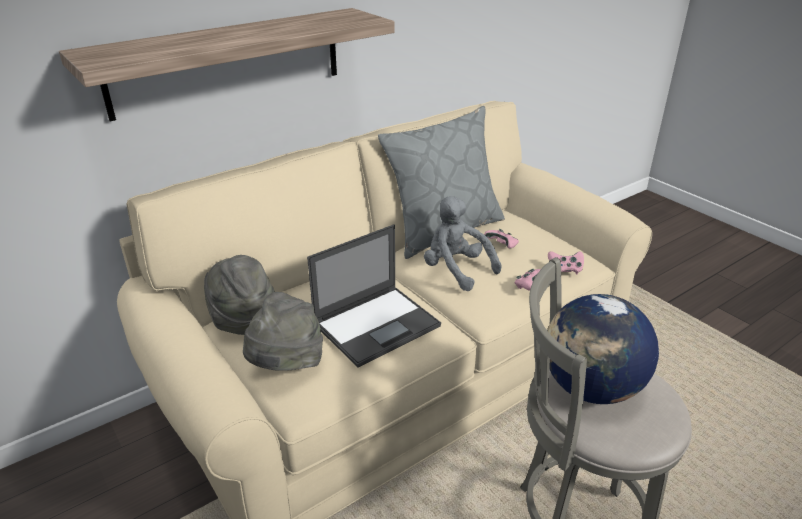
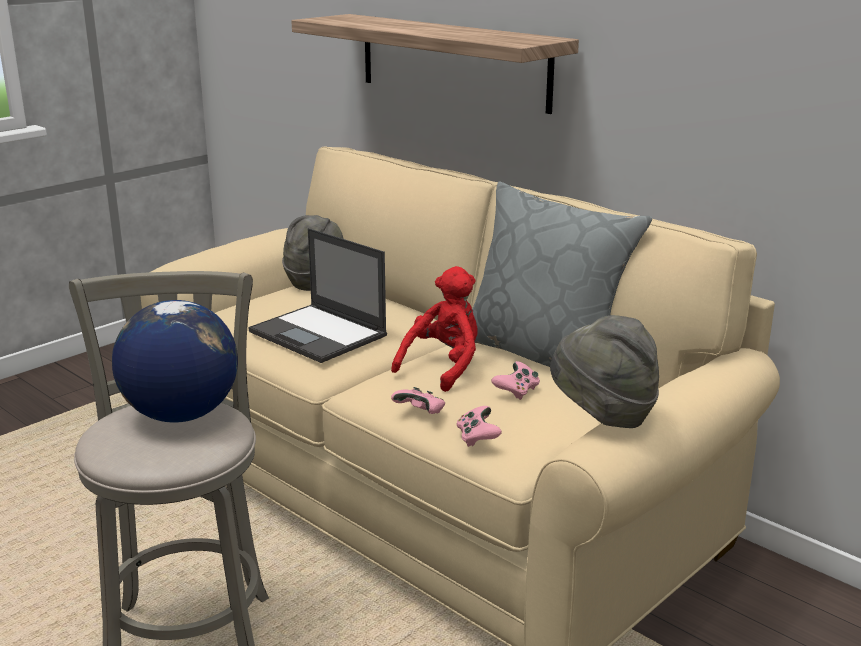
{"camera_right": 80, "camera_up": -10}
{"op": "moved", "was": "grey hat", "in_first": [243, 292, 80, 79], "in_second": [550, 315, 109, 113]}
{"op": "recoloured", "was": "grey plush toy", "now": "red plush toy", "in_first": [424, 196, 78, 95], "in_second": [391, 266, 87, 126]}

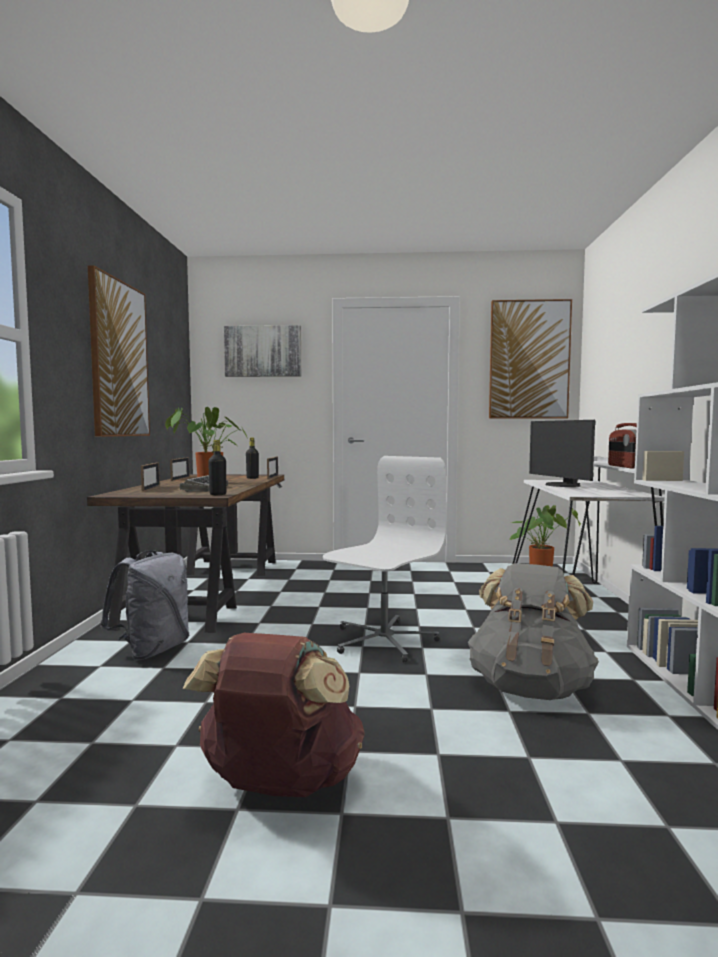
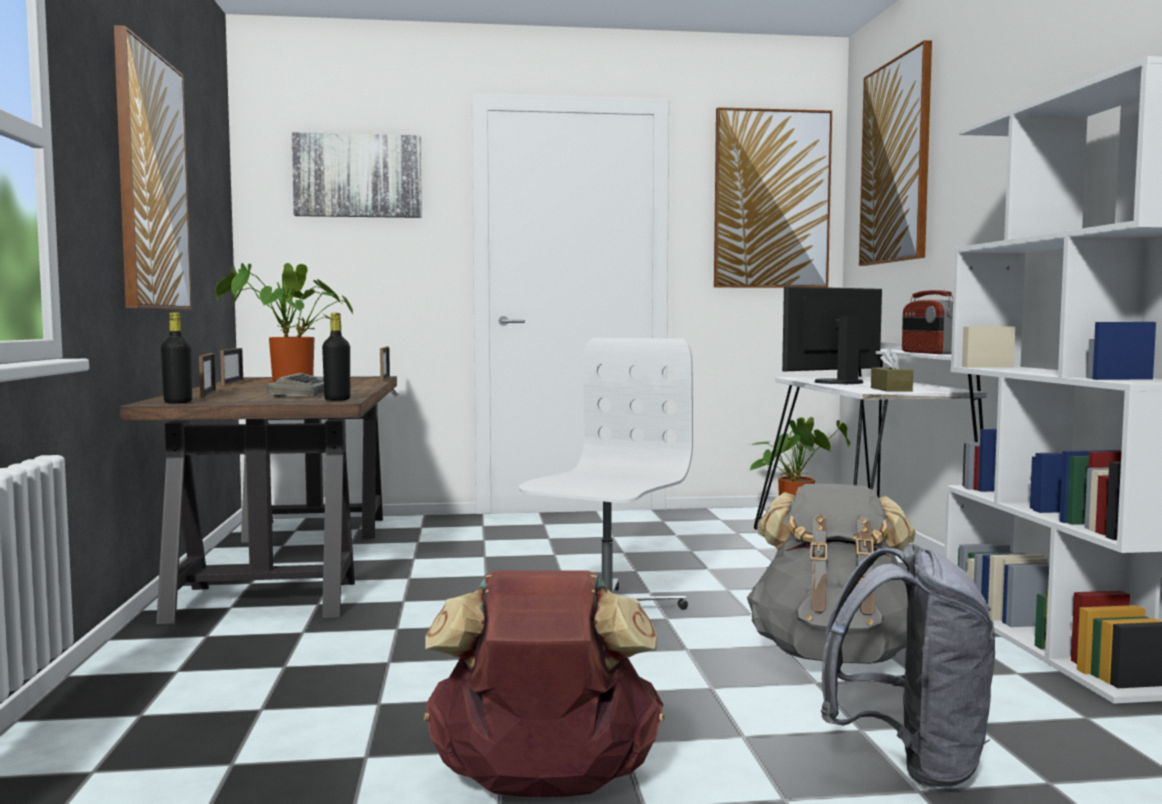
{"camera_right": -10, "camera_up": 0}
{"op": "moved", "was": "grey backpack", "in_first": [100, 550, 89, 110], "in_second": [821, 545, 174, 244]}
{"op": "moved", "was": "black bottle", "in_first": [246, 437, 13, 42], "in_second": [161, 312, 31, 92]}
{"op": "turned", "was": "monitor", "in_first": [529, 420, 66, 67], "in_second": [782, 287, 100, 97], "clockwise": 90}
{"op": "added", "now": "picture", "in_second": [859, 40, 73, 226]}
{"op": "added", "now": "brown tissue box", "in_second": [871, 348, 42, 44]}

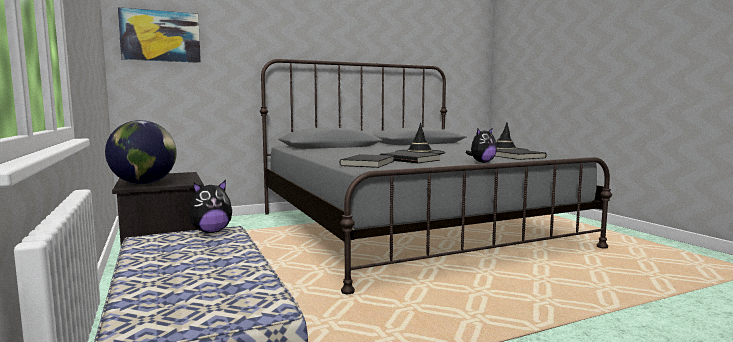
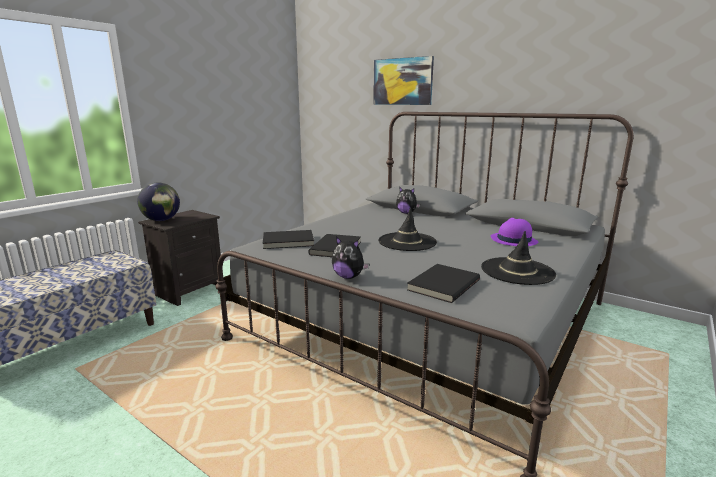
{"camera_right": 60, "camera_up": 10}
{"op": "moved", "was": "picture", "in_first": [118, 7, 83, 56], "in_second": [373, 56, 61, 49]}
{"op": "moved", "was": "plush toy", "in_first": [189, 180, 43, 53], "in_second": [396, 187, 24, 27]}
{"op": "added", "now": "purple hat", "in_second": [490, 218, 48, 28]}

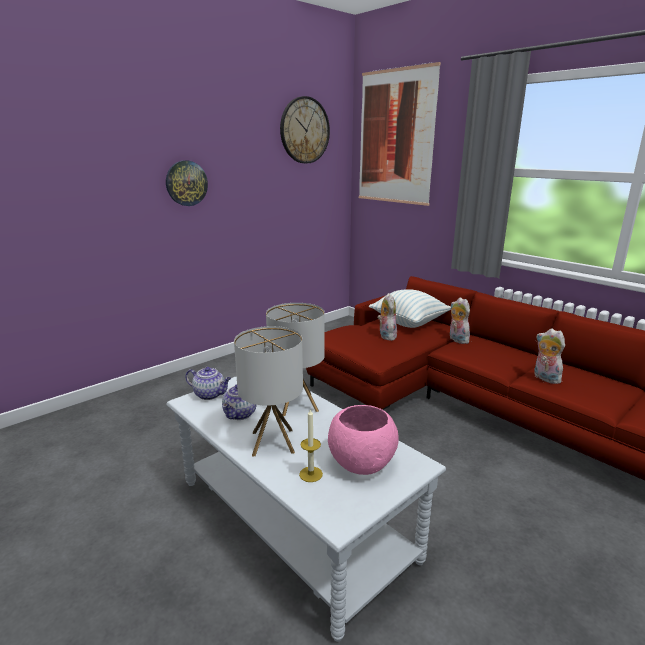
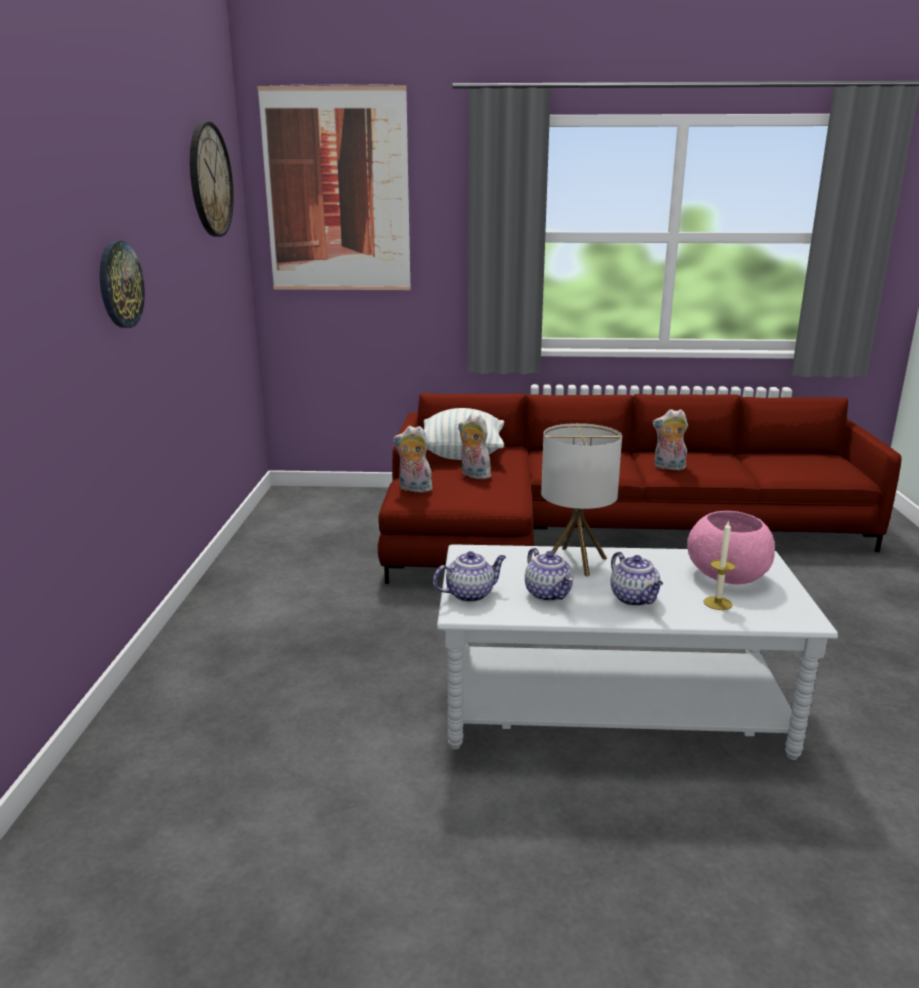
{"camera_right": -45, "camera_up": 0}
{"op": "replaced", "was": "table lamp", "now": "teapot", "in_first": [234, 326, 69, 131], "in_second": [611, 552, 52, 54]}
{"op": "moved", "was": "plush toy", "in_first": [450, 297, 20, 47], "in_second": [393, 426, 40, 67]}

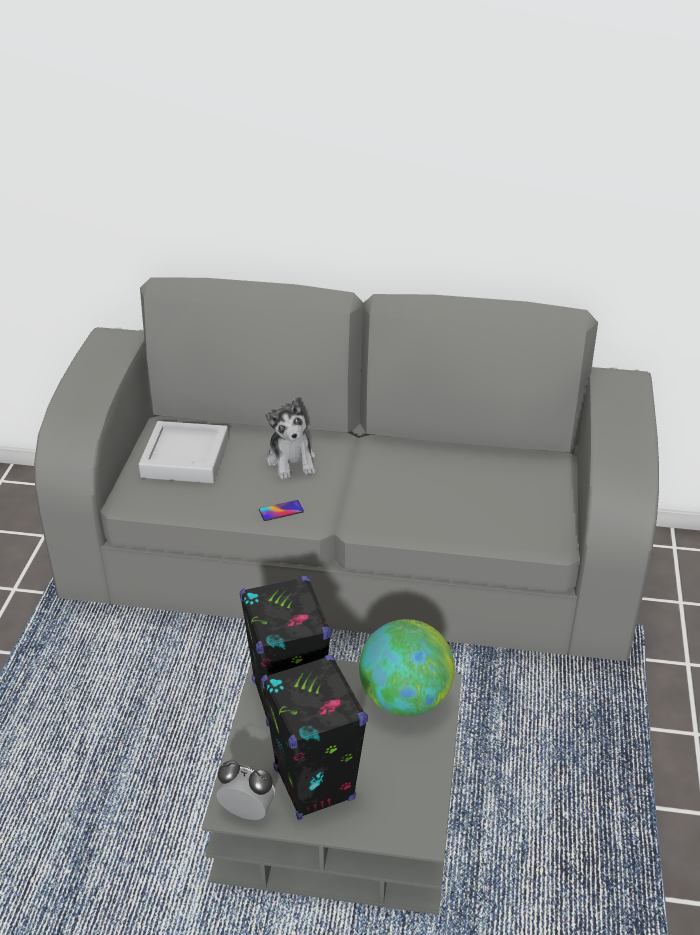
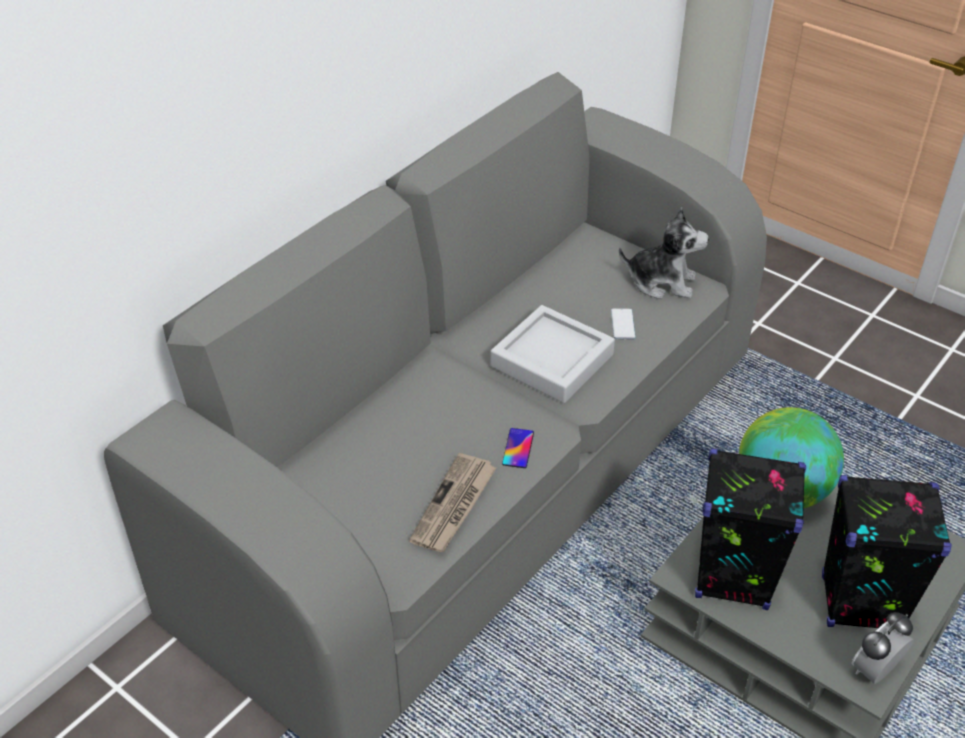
{"camera_right": -60, "camera_up": 5}
{"op": "moved", "was": "grey tray", "in_first": [139, 421, 90, 62], "in_second": [490, 305, 125, 98]}
{"op": "moved", "was": "plush toy", "in_first": [265, 399, 50, 80], "in_second": [619, 207, 90, 92]}
{"op": "added", "now": "newspaper", "in_second": [409, 453, 87, 99]}
{"op": "added", "now": "phone", "in_second": [611, 308, 25, 31]}

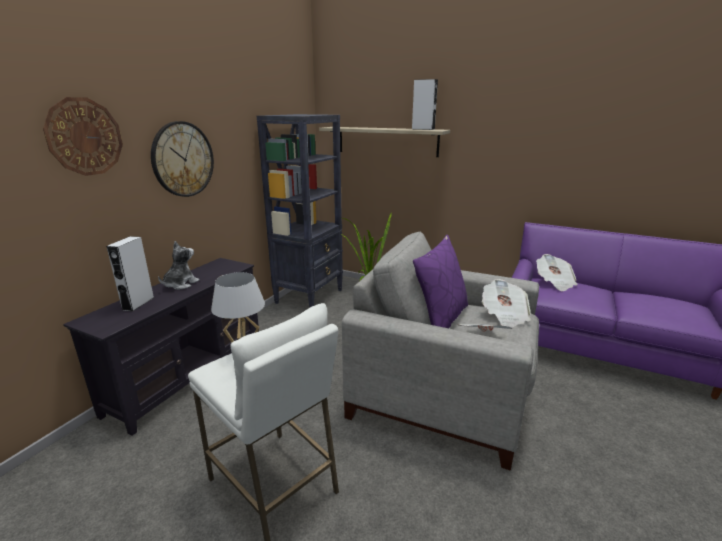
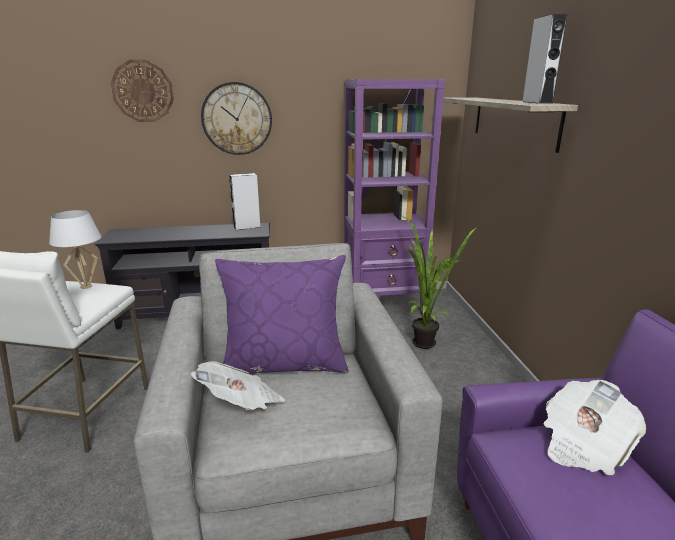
{"camera_right": 55, "camera_up": 0}
{"op": "moved", "was": "grey speaker", "in_first": [106, 236, 48, 76], "in_second": [229, 173, 32, 57]}
{"op": "removed", "was": "plush toy", "in_first": [158, 241, 41, 49]}
{"op": "recoloured", "was": "black bookcase", "now": "purple bookcase", "in_first": [257, 114, 86, 194], "in_second": [344, 79, 101, 236]}
{"op": "removed", "was": "newspaper", "in_first": [482, 279, 49, 49]}

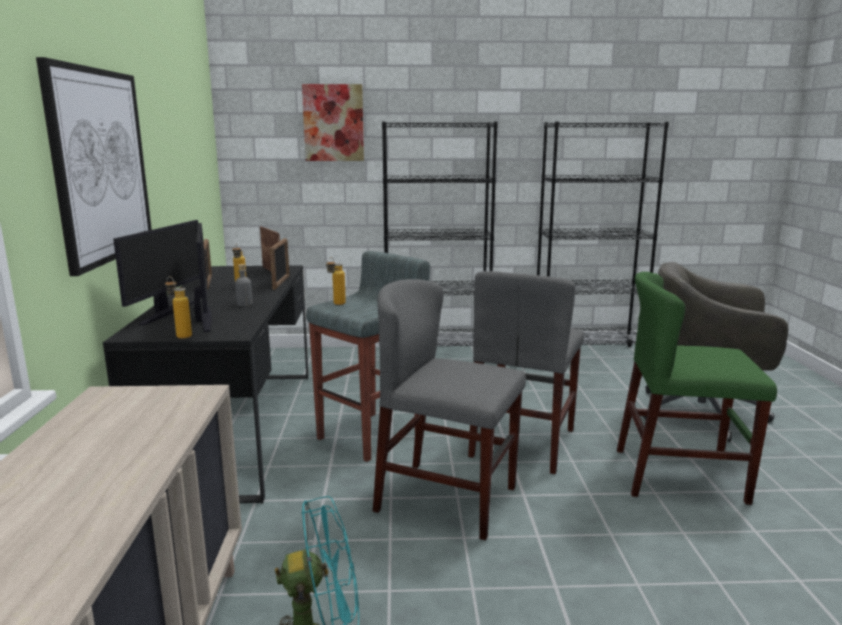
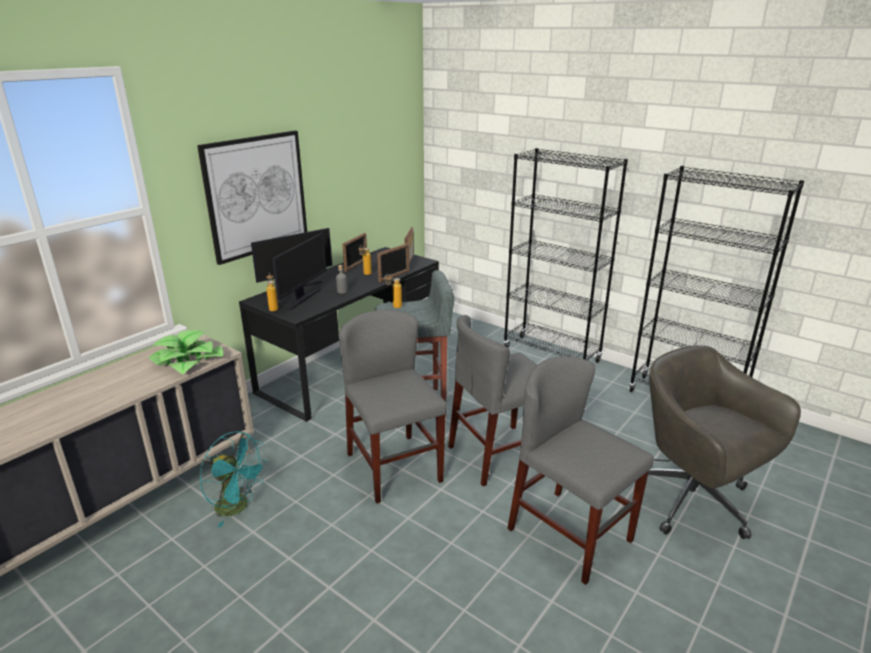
{"camera_right": 40, "camera_up": 10}
{"op": "removed", "was": "picture", "in_first": [302, 84, 62, 77]}
{"op": "recoloured", "was": "green chair", "now": "grey chair", "in_first": [617, 272, 160, 233], "in_second": [507, 356, 147, 229]}
{"op": "added", "now": "potted plant", "in_second": [148, 330, 75, 44]}

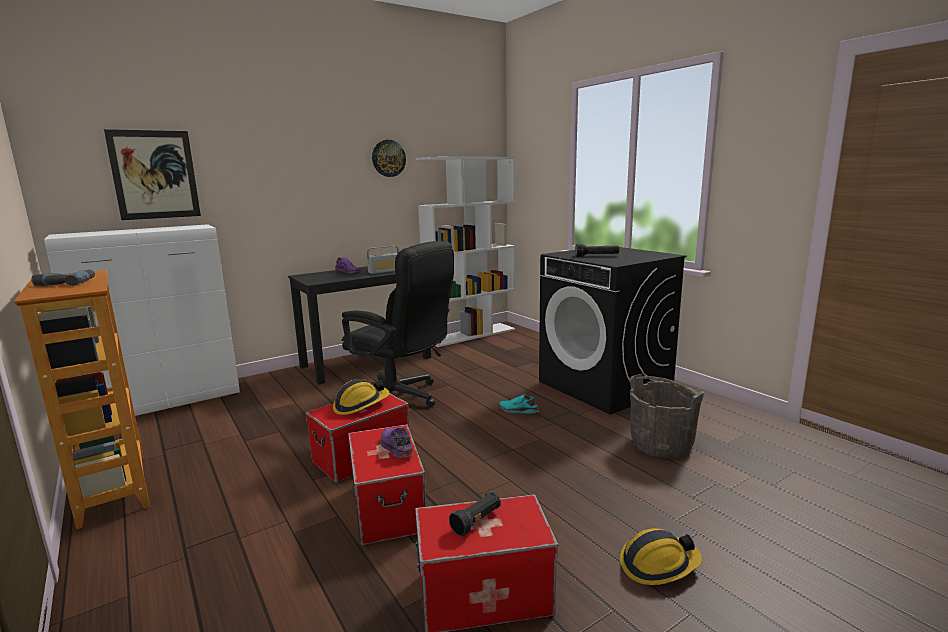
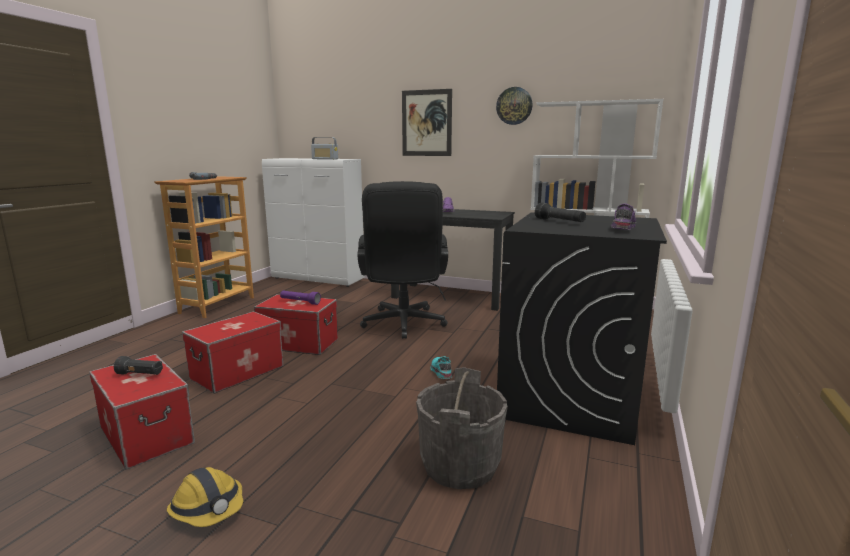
{"camera_right": 55, "camera_up": 0}
{"op": "moved", "was": "picture", "in_first": [104, 129, 97, 91], "in_second": [402, 89, 50, 67]}
{"op": "replaced", "was": "hard hat", "now": "purple flashlight", "in_first": [333, 379, 57, 36], "in_second": [280, 291, 41, 14]}
{"op": "moved", "was": "radio", "in_first": [367, 246, 32, 28], "in_second": [311, 137, 27, 23]}
{"op": "moved", "was": "purple shoe", "in_first": [381, 427, 32, 31], "in_second": [611, 204, 25, 26]}

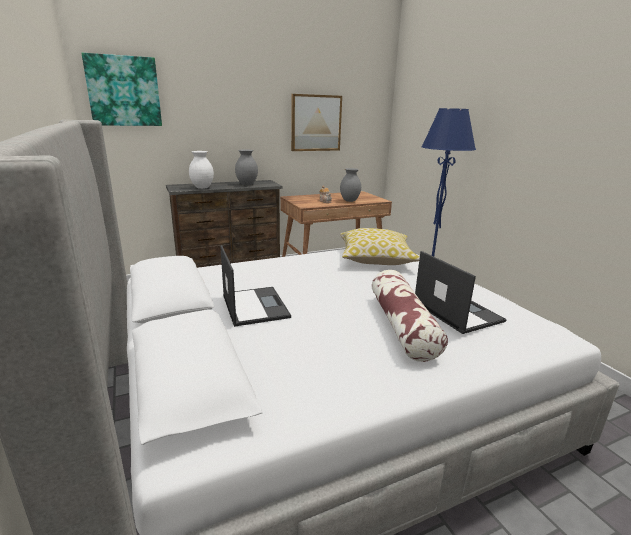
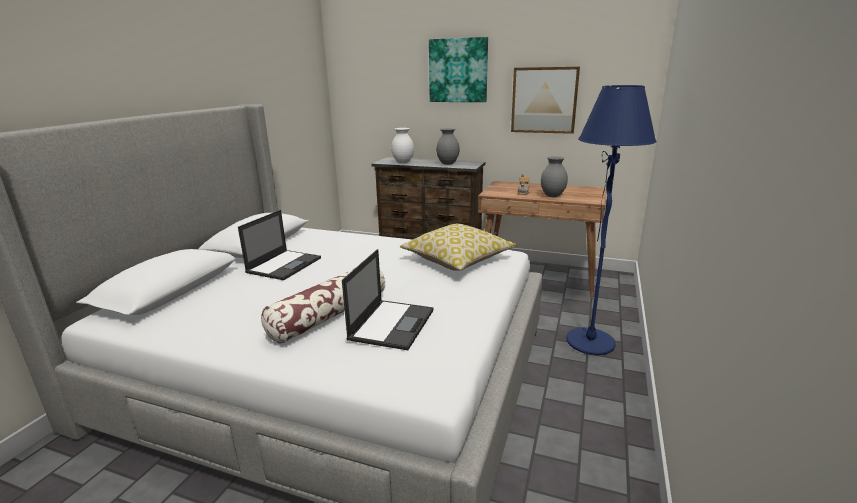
{"camera_right": 45, "camera_up": 0}
{"op": "moved", "was": "picture", "in_first": [81, 53, 81, 73], "in_second": [429, 37, 59, 65]}

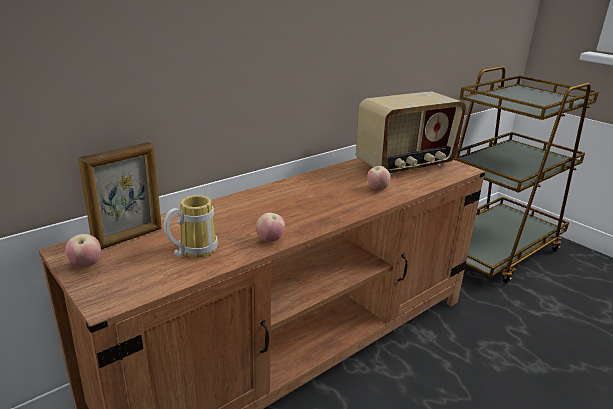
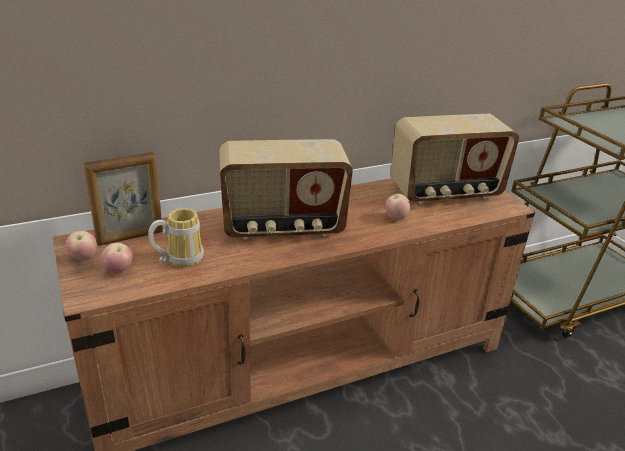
{"camera_right": 15, "camera_up": 5}
{"op": "moved", "was": "apple", "in_first": [256, 213, 29, 29], "in_second": [101, 243, 32, 30]}
{"op": "added", "now": "radio", "in_second": [219, 139, 134, 101]}

